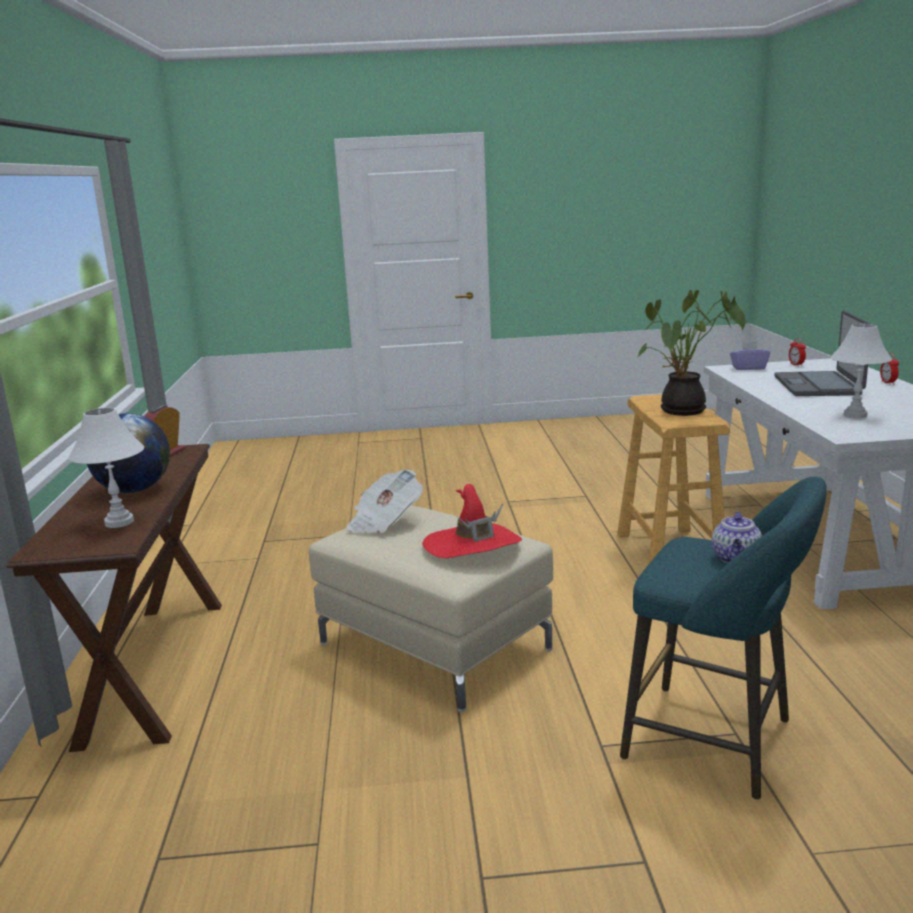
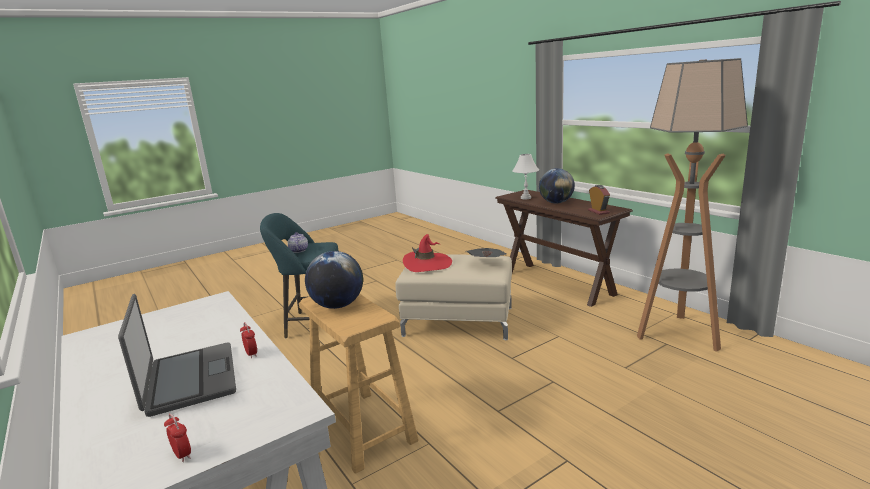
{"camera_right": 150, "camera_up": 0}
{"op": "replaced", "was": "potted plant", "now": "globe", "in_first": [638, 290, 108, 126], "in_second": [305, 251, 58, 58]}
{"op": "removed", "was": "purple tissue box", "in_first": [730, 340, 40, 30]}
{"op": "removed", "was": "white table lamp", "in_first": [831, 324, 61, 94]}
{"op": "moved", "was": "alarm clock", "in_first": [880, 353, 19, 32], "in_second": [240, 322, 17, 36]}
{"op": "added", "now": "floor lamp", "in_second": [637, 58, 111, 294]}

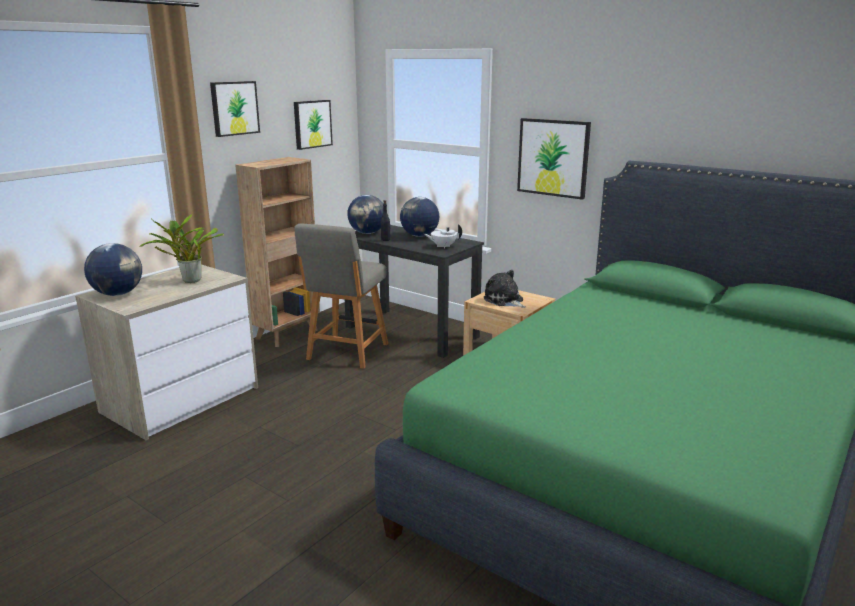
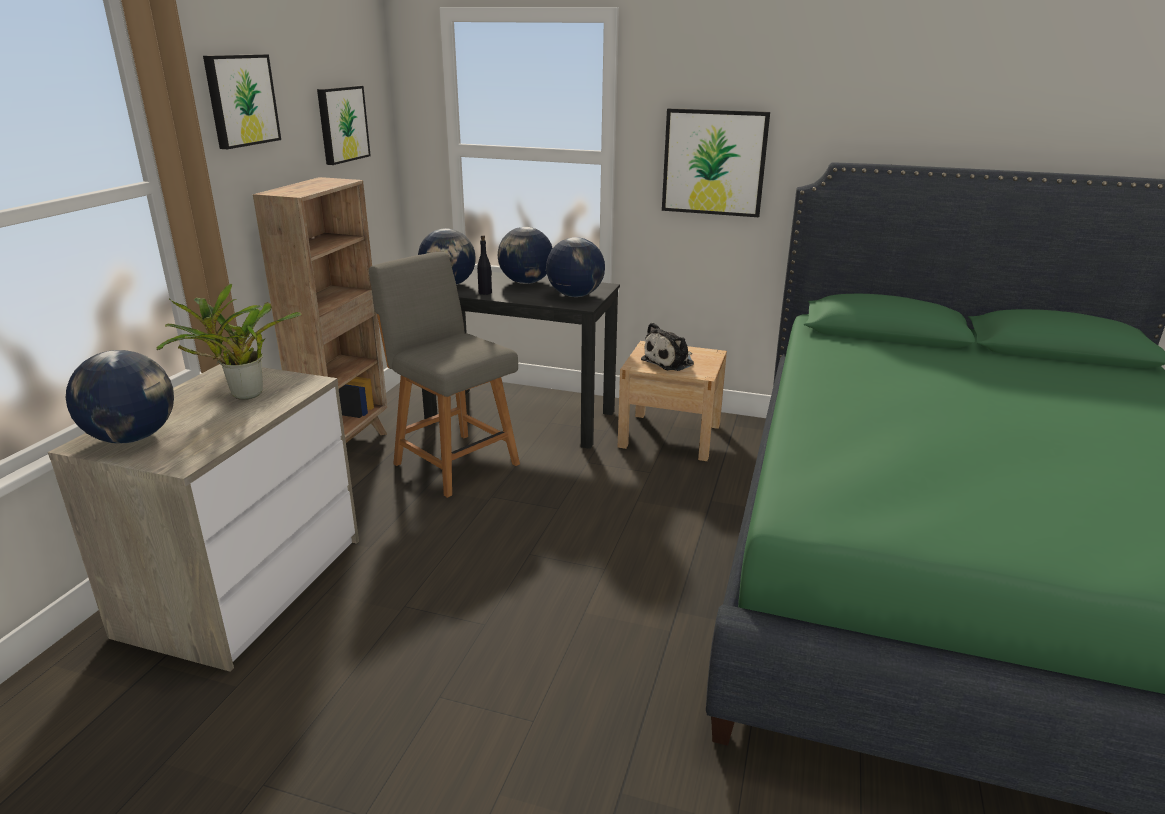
{"camera_right": -20, "camera_up": 5}
{"op": "turned", "was": "grey chair", "in_first": [294, 224, 94, 145], "in_second": [369, 251, 151, 247], "clockwise": 135}
{"op": "replaced", "was": "white teapot", "now": "globe", "in_first": [424, 224, 38, 24], "in_second": [546, 237, 59, 60]}
{"op": "turned", "was": "plush toy", "in_first": [484, 270, 42, 38], "in_second": [641, 322, 53, 49], "clockwise": -75}

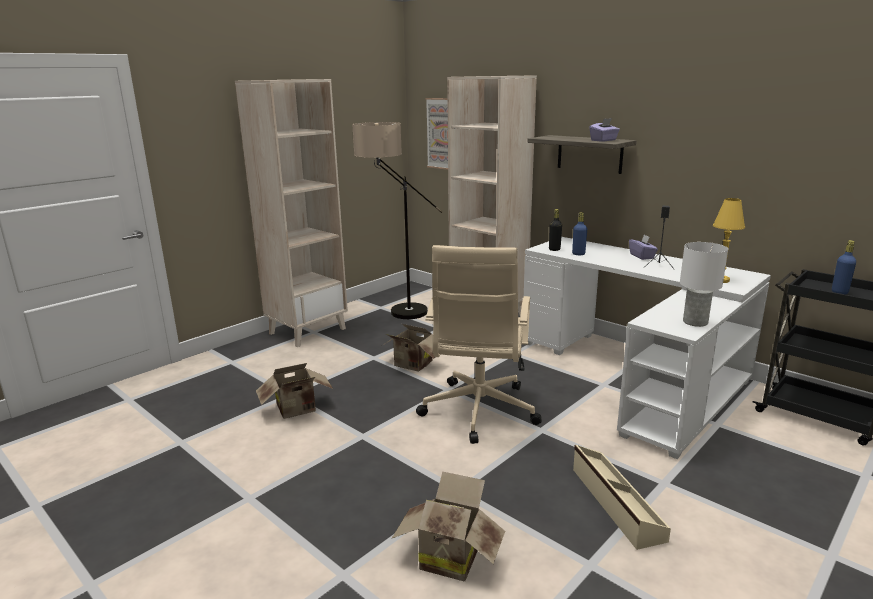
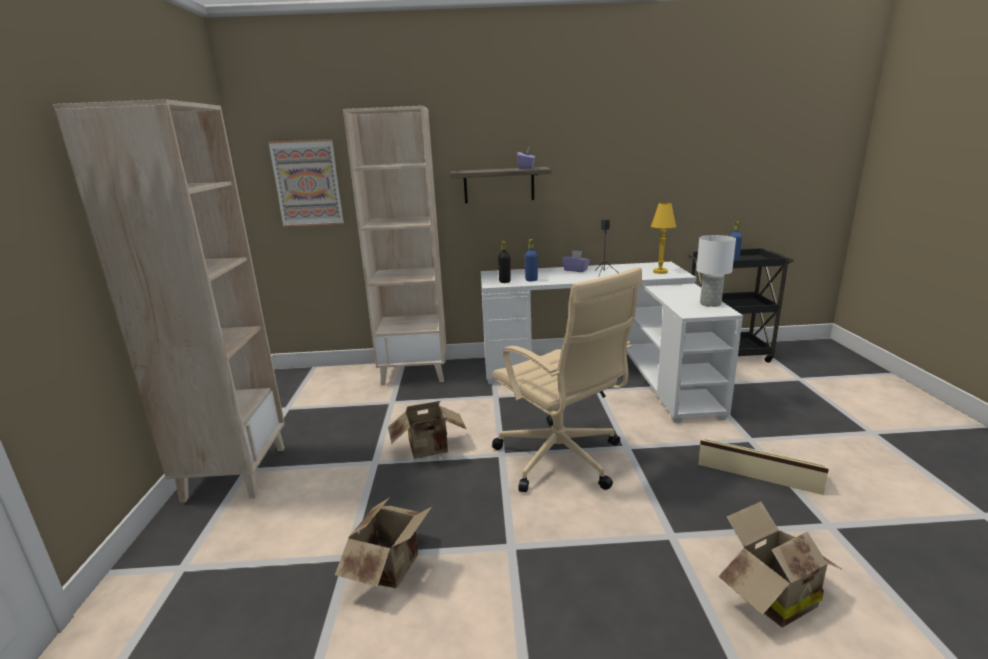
{"camera_right": -45, "camera_up": 0}
{"op": "removed", "was": "floor lamp", "in_first": [352, 122, 90, 197]}

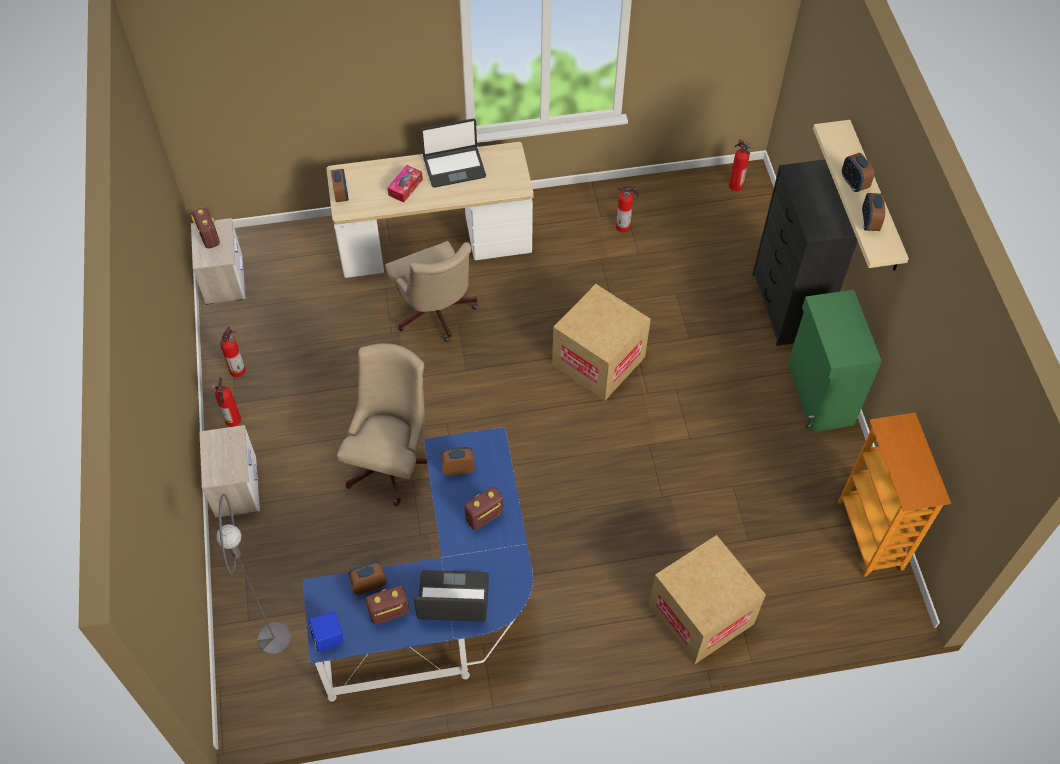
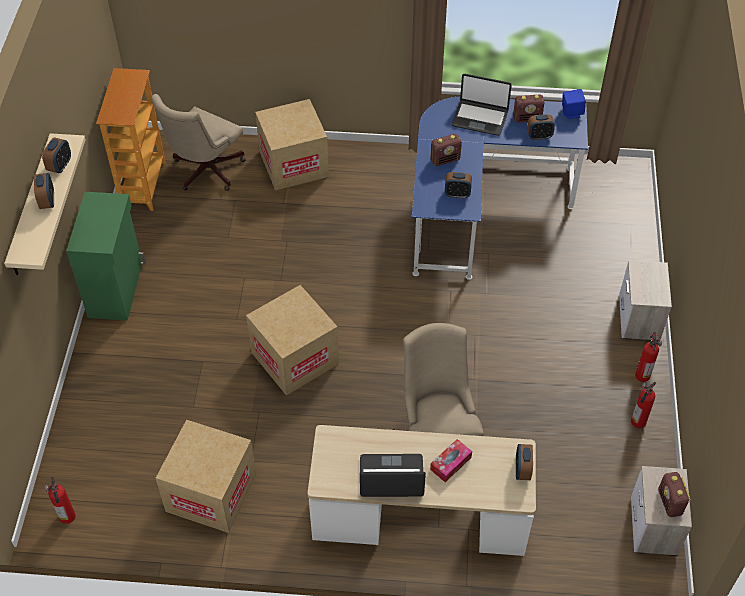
{"camera_right": -165, "camera_up": -5}
{"op": "removed", "was": "grey floor lamp", "in_first": [216, 494, 75, 160]}
{"op": "moved", "was": "beige office chair", "in_first": [337, 343, 90, 163], "in_second": [151, 94, 95, 97]}
{"op": "replaced", "was": "fire extinguisher", "now": "cardboard box", "in_first": [616, 185, 22, 48], "in_second": [156, 420, 100, 113]}
{"op": "removed", "was": "black dresser", "in_first": [752, 160, 106, 186]}

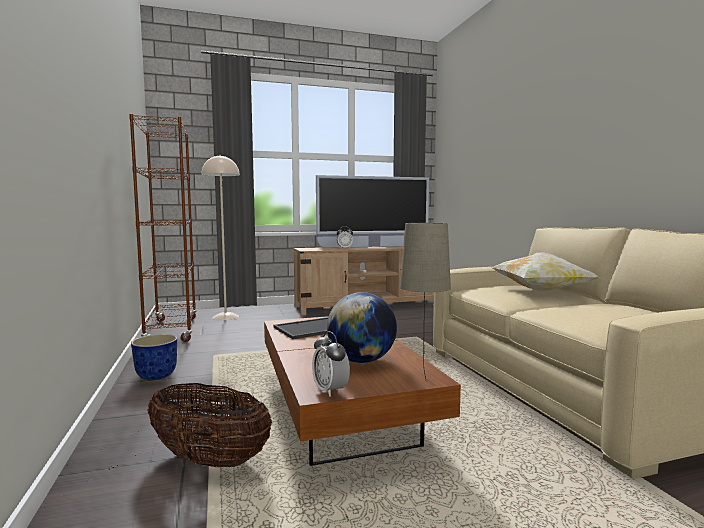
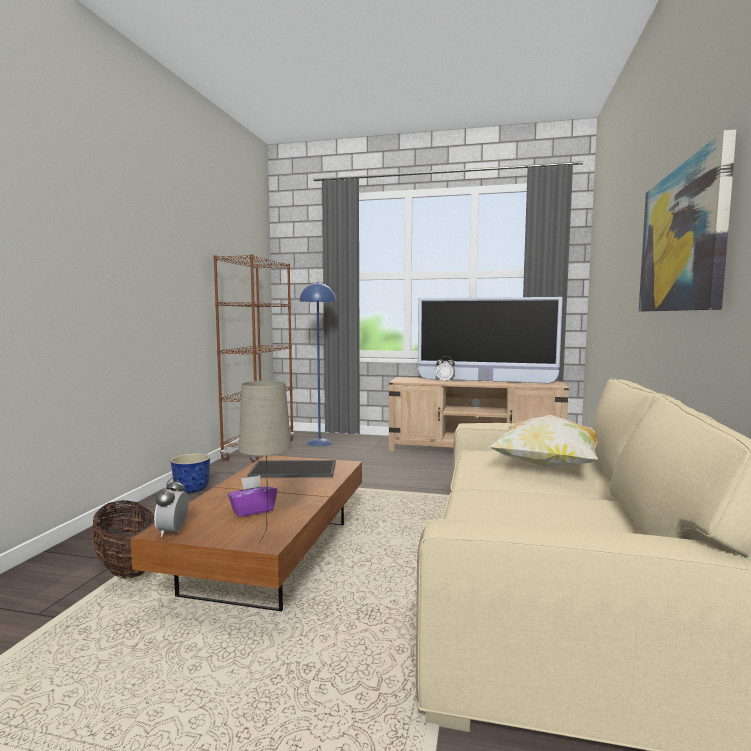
{"camera_right": 30, "camera_up": 0}
{"op": "recoloured", "was": "beige floor lamp", "now": "blue floor lamp", "in_first": [201, 155, 39, 165], "in_second": [299, 282, 37, 164]}
{"op": "replaced", "was": "globe", "now": "purple tissue box", "in_first": [327, 292, 70, 71], "in_second": [228, 475, 49, 42]}
{"op": "added", "now": "picture", "in_second": [639, 130, 97, 181]}

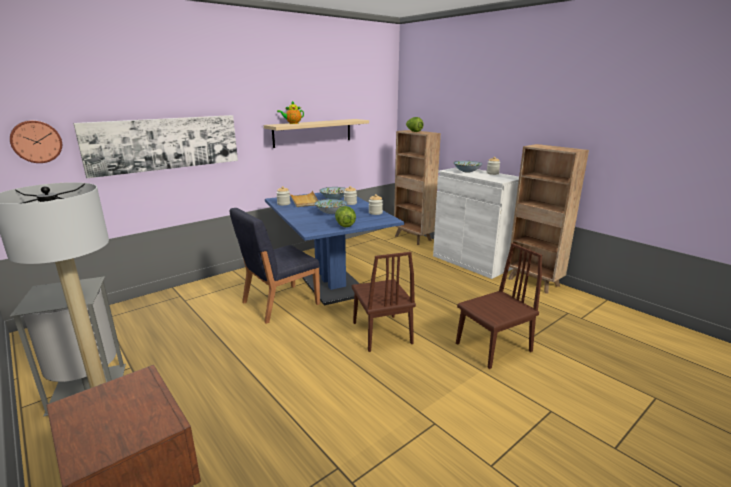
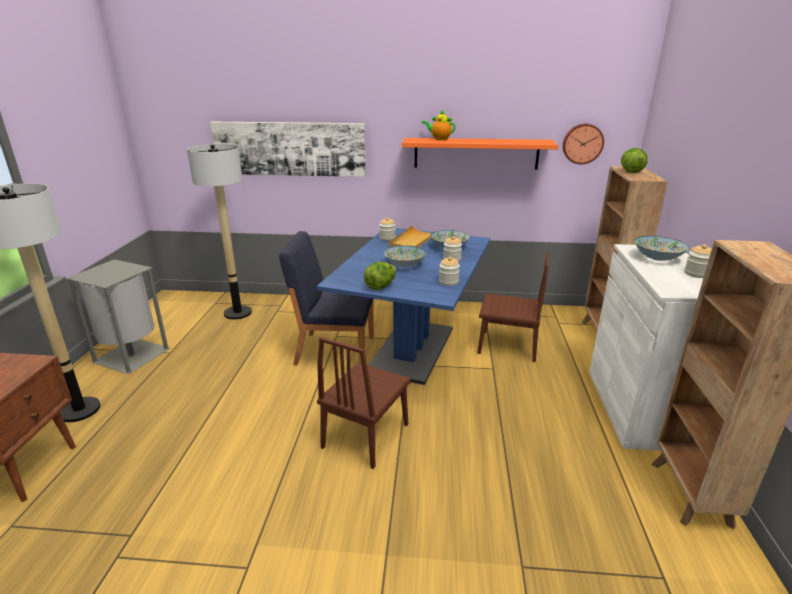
{"camera_right": 45, "camera_up": 5}
{"op": "moved", "was": "wall clock", "in_first": [10, 120, 52, 43], "in_second": [563, 124, 41, 40]}
{"op": "recoloured", "was": "beige shelf", "now": "orange shelf", "in_first": [264, 119, 105, 29], "in_second": [402, 138, 156, 32]}
{"op": "moved", "was": "brown chair", "in_first": [456, 243, 86, 126], "in_second": [478, 253, 71, 109]}
{"op": "added", "now": "floor lamp", "in_second": [187, 144, 65, 176]}

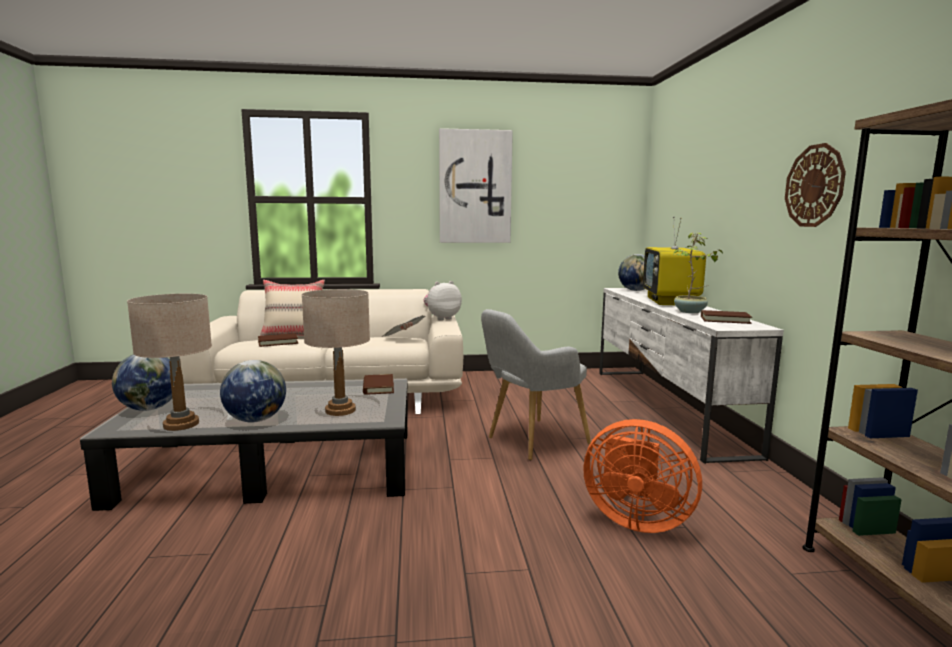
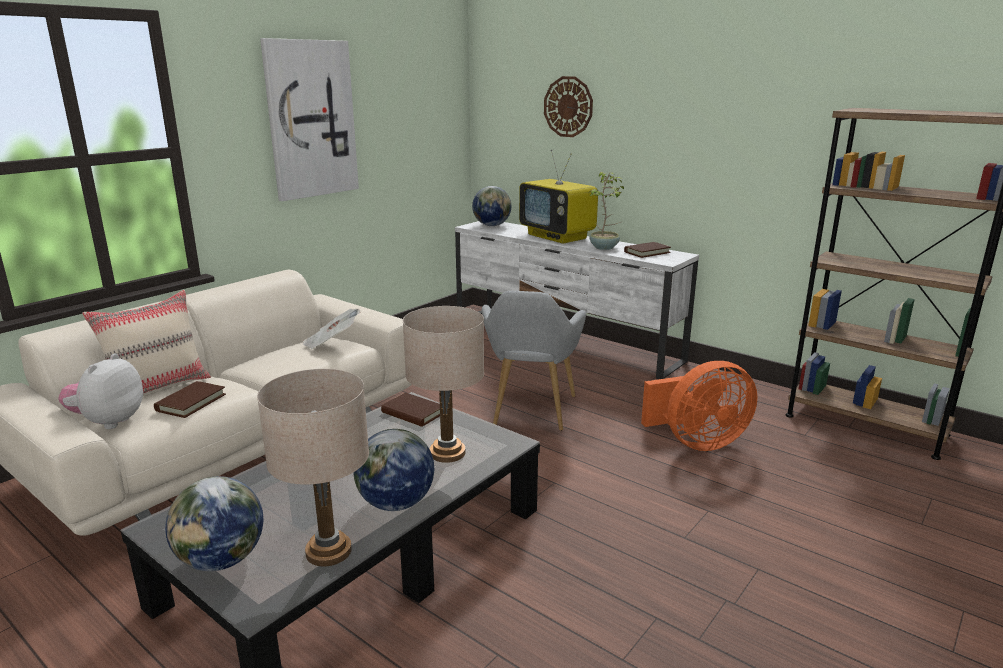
{"camera_right": -45, "camera_up": 10}
{"op": "moved", "was": "plush toy", "in_first": [424, 281, 38, 39], "in_second": [58, 353, 85, 76]}
{"op": "moved", "was": "wall clock", "in_first": [785, 143, 61, 84], "in_second": [544, 76, 49, 61]}

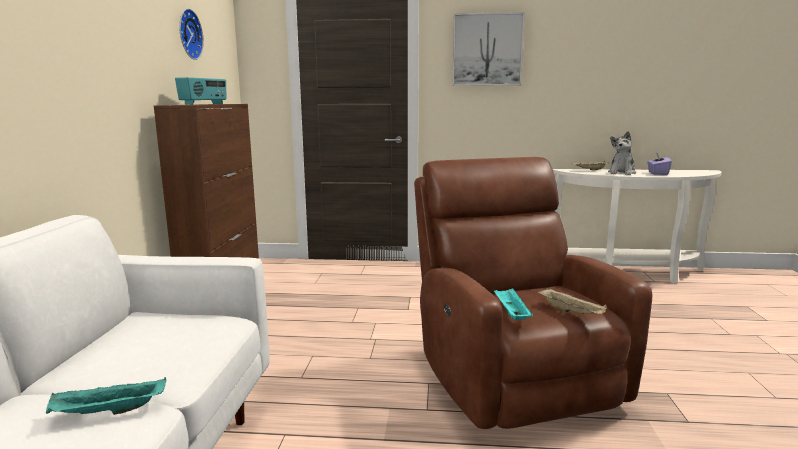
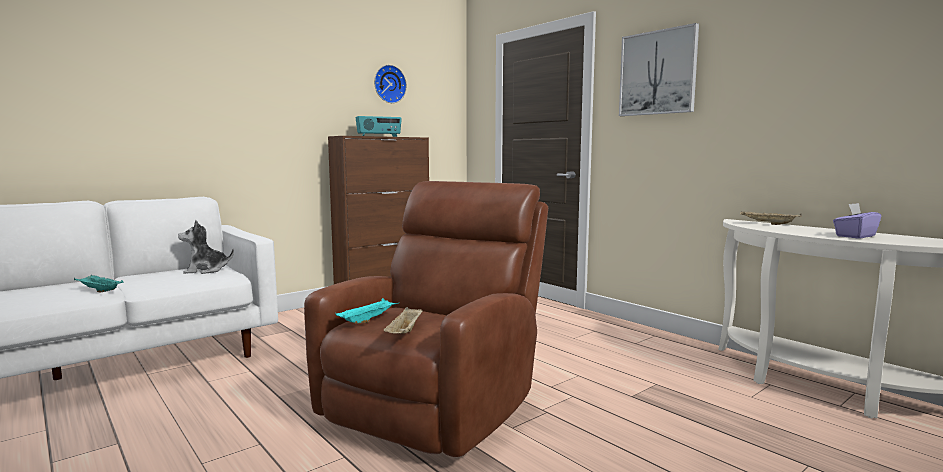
{"camera_right": 45, "camera_up": -5}
{"op": "moved", "was": "plush toy", "in_first": [608, 131, 28, 44], "in_second": [178, 220, 56, 54]}

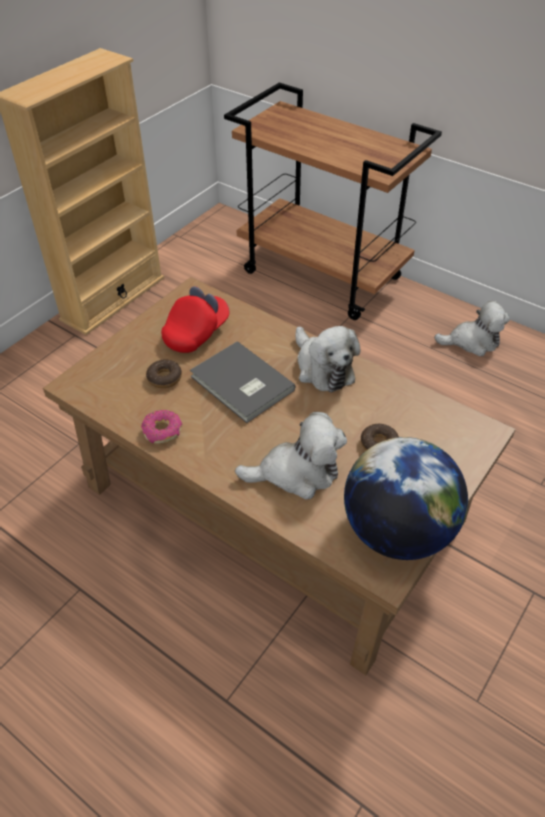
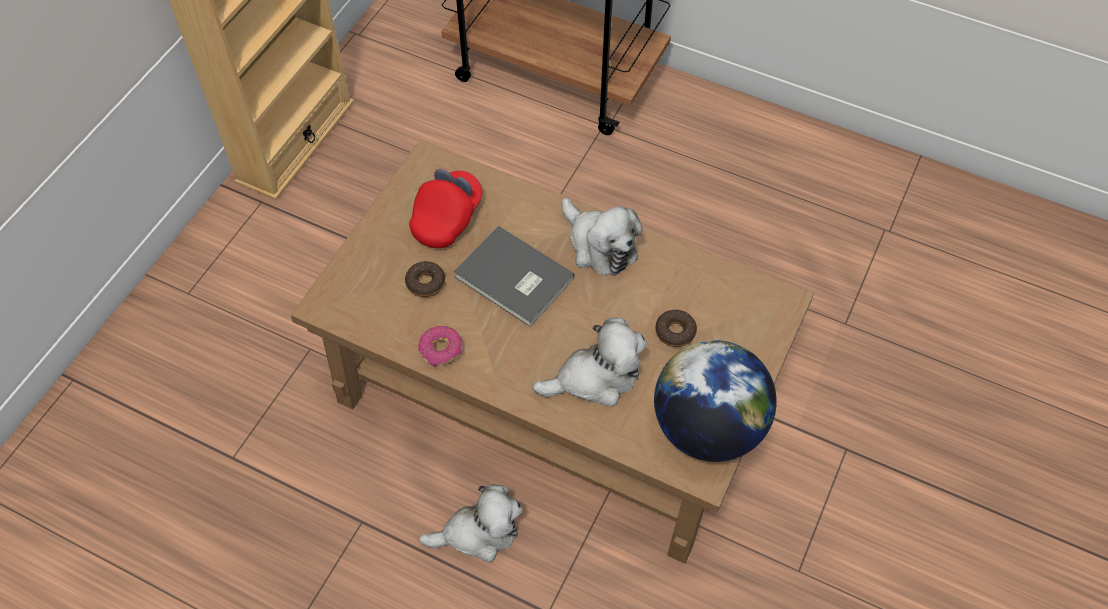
{"camera_right": -10, "camera_up": 10}
{"op": "moved", "was": "plush toy", "in_first": [434, 301, 76, 55], "in_second": [419, 484, 103, 78]}

